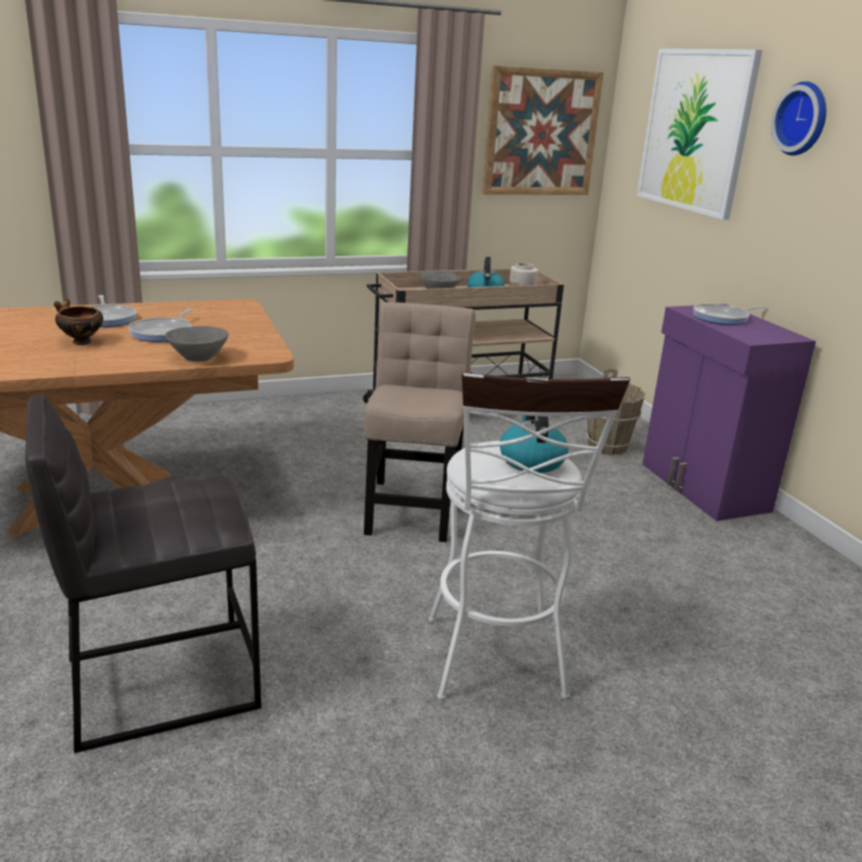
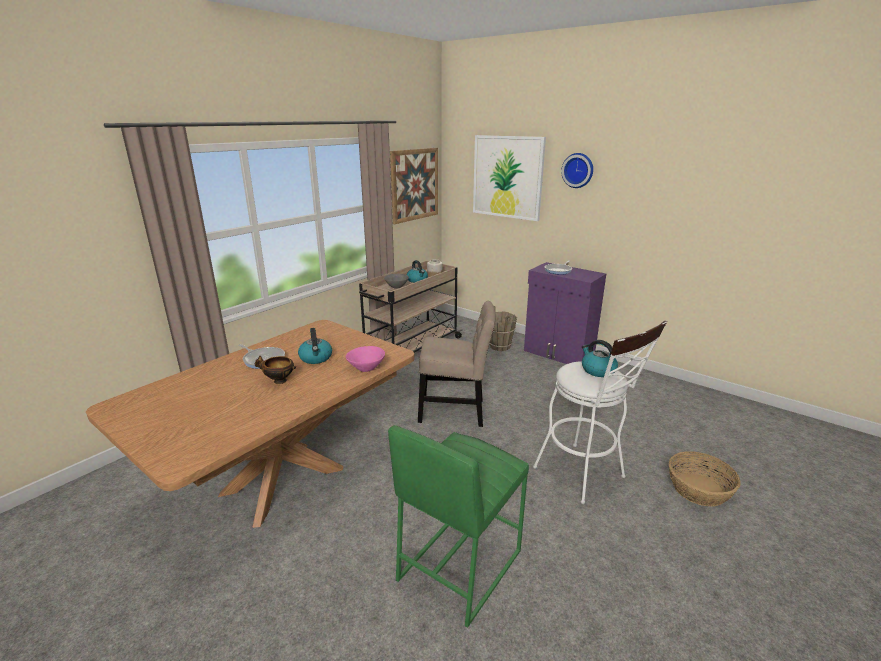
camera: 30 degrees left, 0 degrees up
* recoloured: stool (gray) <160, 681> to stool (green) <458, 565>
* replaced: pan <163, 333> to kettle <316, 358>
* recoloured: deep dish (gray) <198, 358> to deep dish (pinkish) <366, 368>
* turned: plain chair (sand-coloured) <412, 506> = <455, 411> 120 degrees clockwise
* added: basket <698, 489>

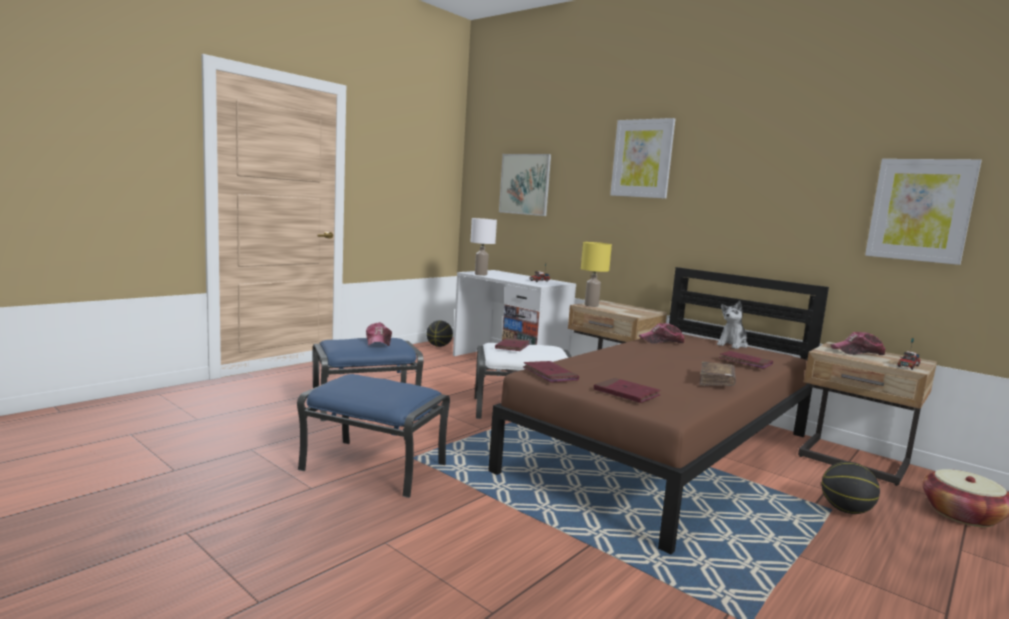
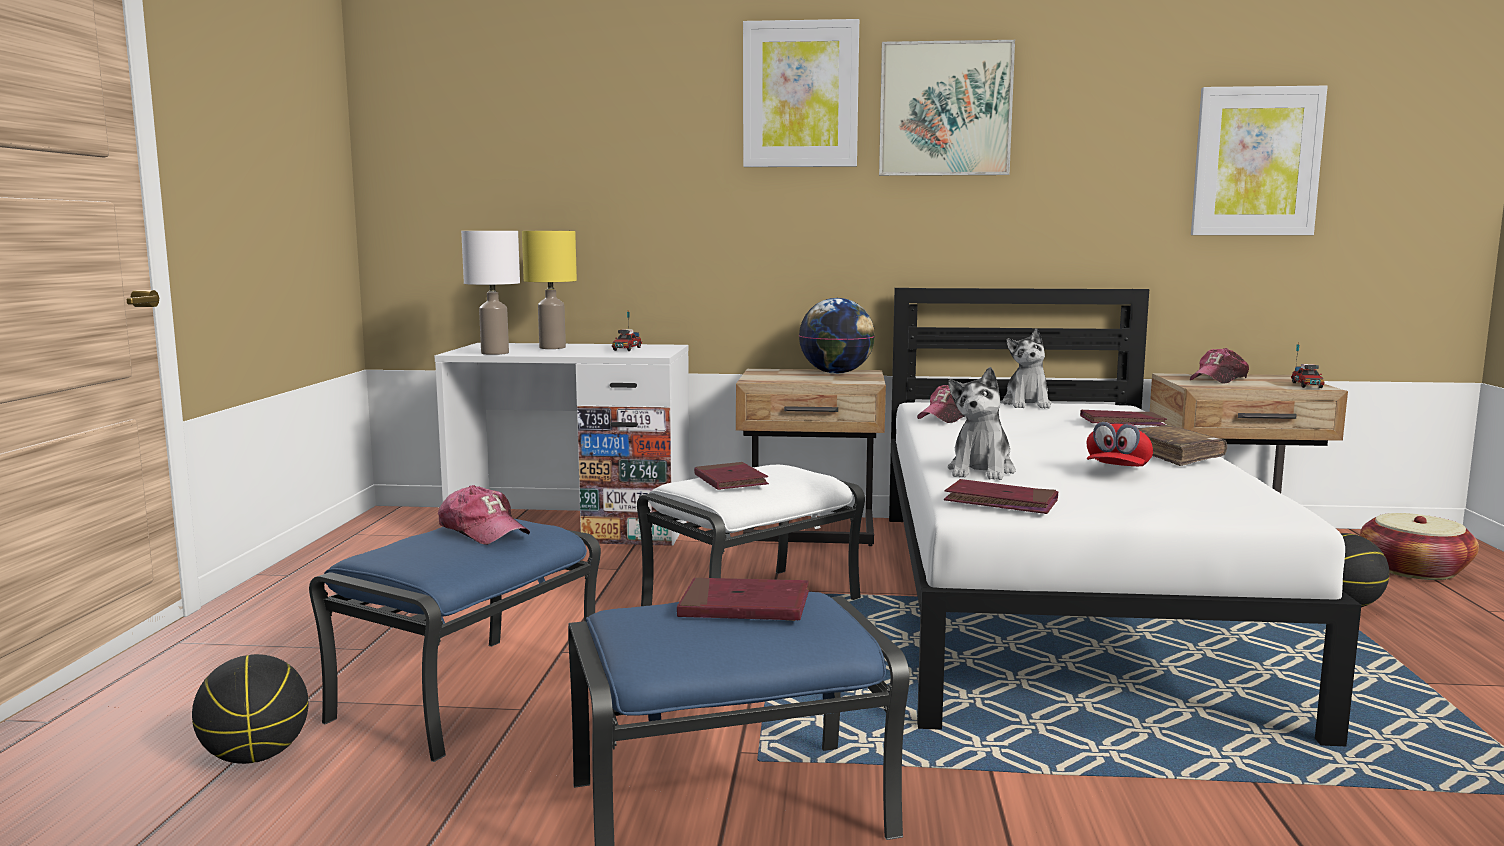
camera: 35 degrees left, 0 degrees up
* moved: ball for basketball <439, 346> to <256, 756>
* recoloured: sleeping bed (brown) <665, 452> to sleeping bed (white-coloured) <1053, 601>
* moved: wall picture <525, 184> to <945, 109>
* moved: tabletop lamp (yellow) <591, 305> to <552, 347>
* moved: volume (red) <626, 393> to <744, 607>
* added: globe <836, 373>
* added: plush toy <981, 471>
* added: cap (red) <1117, 472>

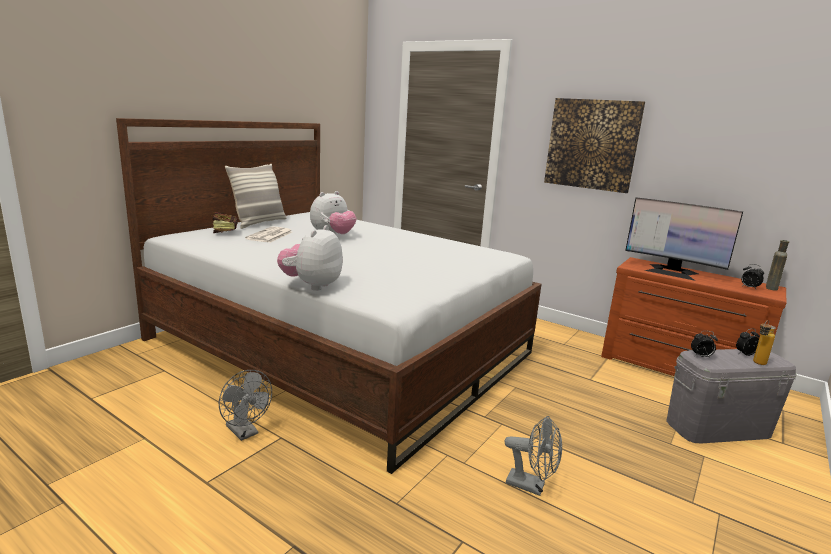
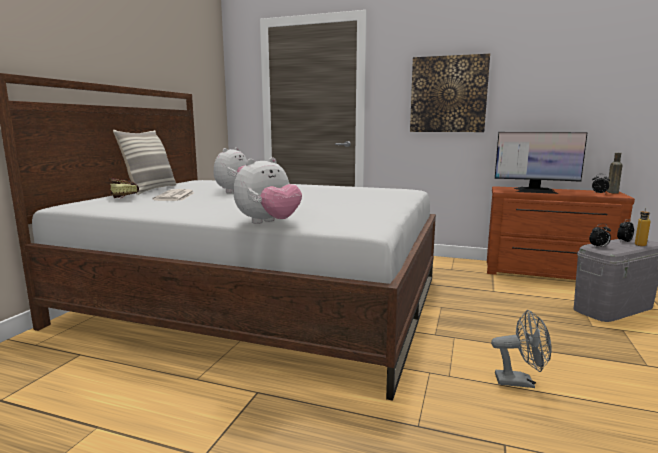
camera: 15 degrees left, 5 degrees down
* removed: electric fan (gray) <245, 432>
* turned: plush toy <312, 285> = <268, 223> 135 degrees counterclockwise

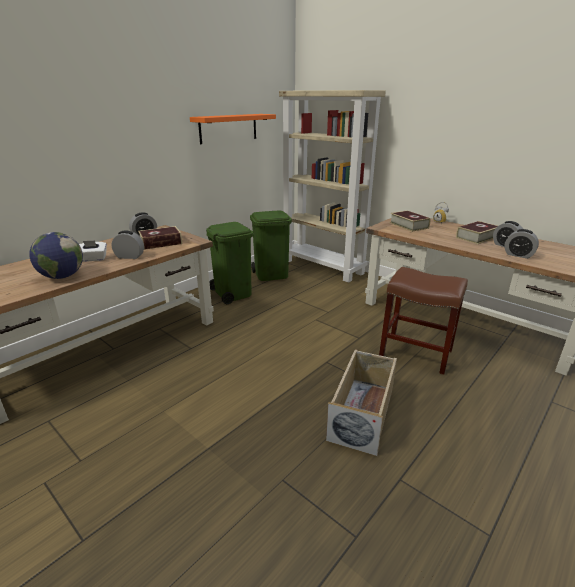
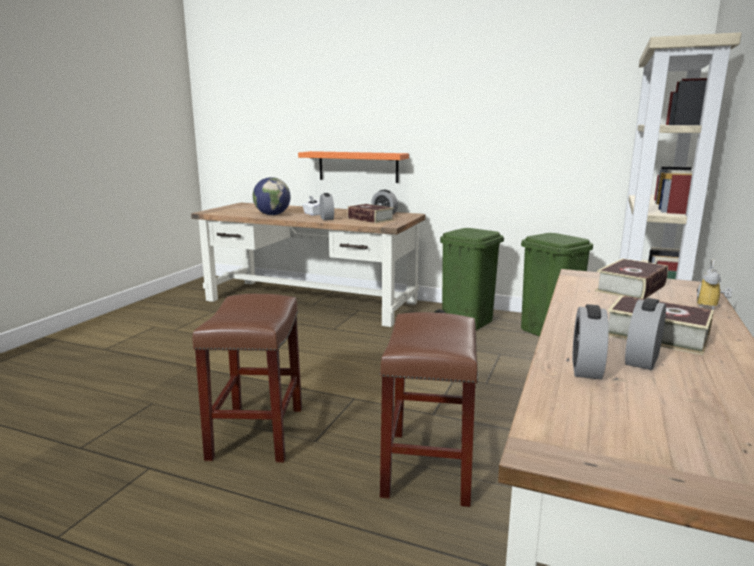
camera: 70 degrees right, 10 degrees down
* moved: wall shelf (orange-coloured) <228, 128> to <358, 166>
* replaced: storage bin (sand-coloured) <362, 413> to stool (brown) <257, 433>

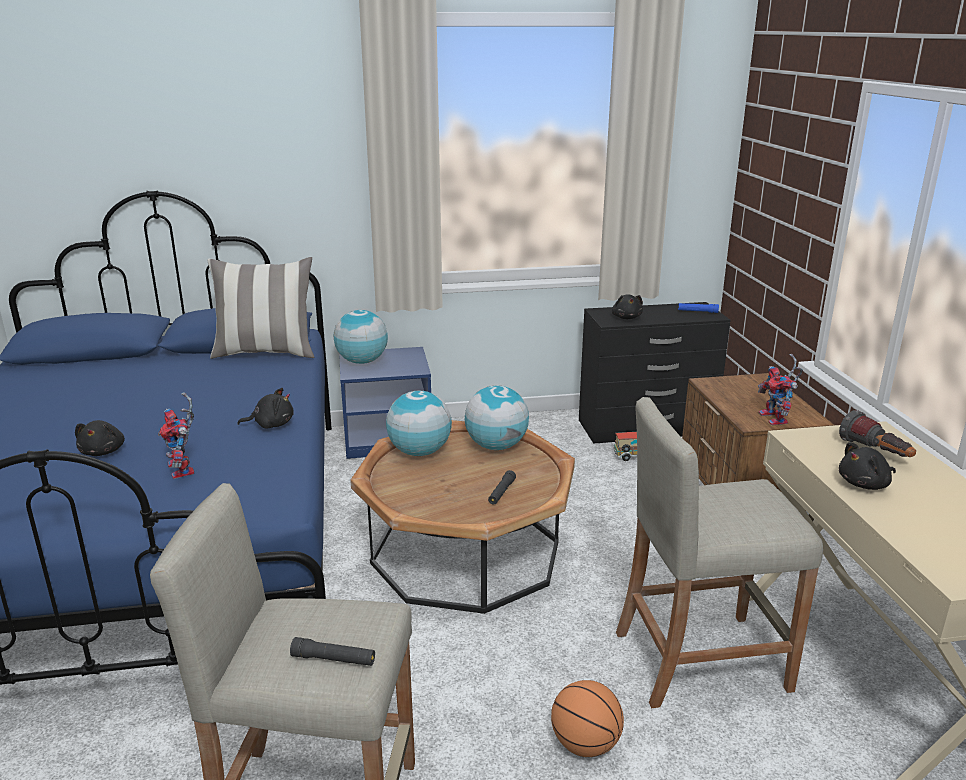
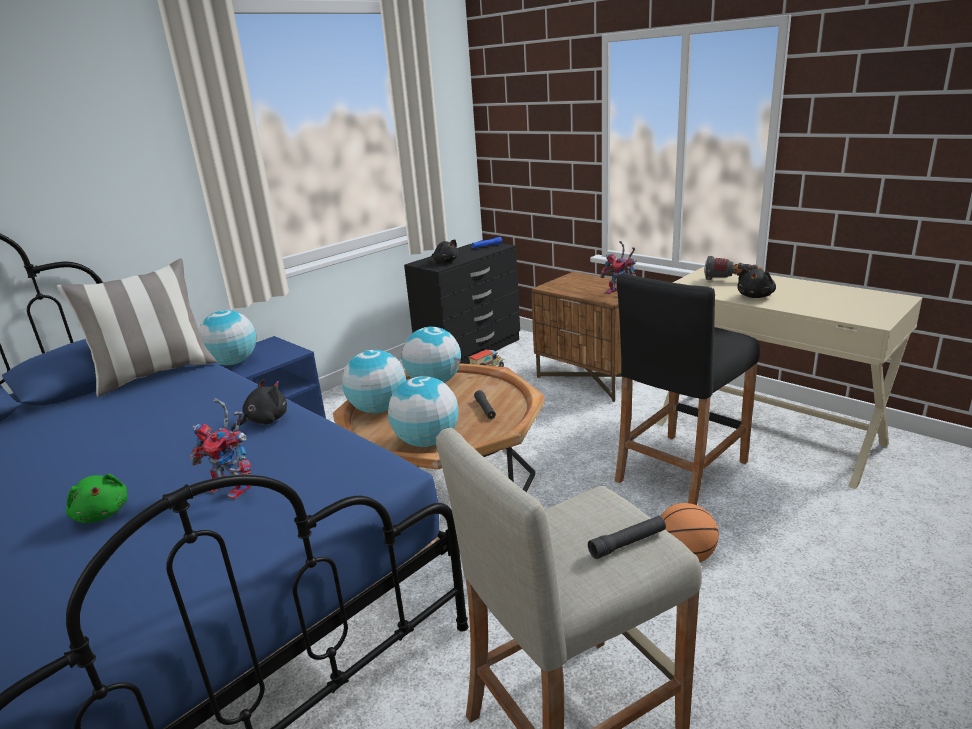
camera: 35 degrees left, 0 degrees up
* recoloured: plush toy (black) <103, 451> to plush toy (green) <102, 513>
* recoloured: stool (sand-coloured) <700, 659> to stool (black) <680, 471>
* added: globe <427, 442>

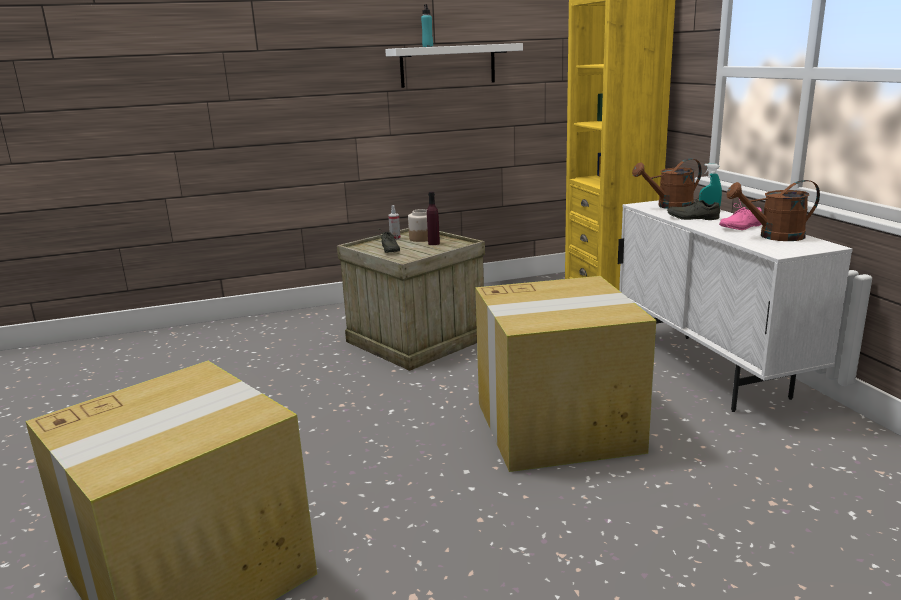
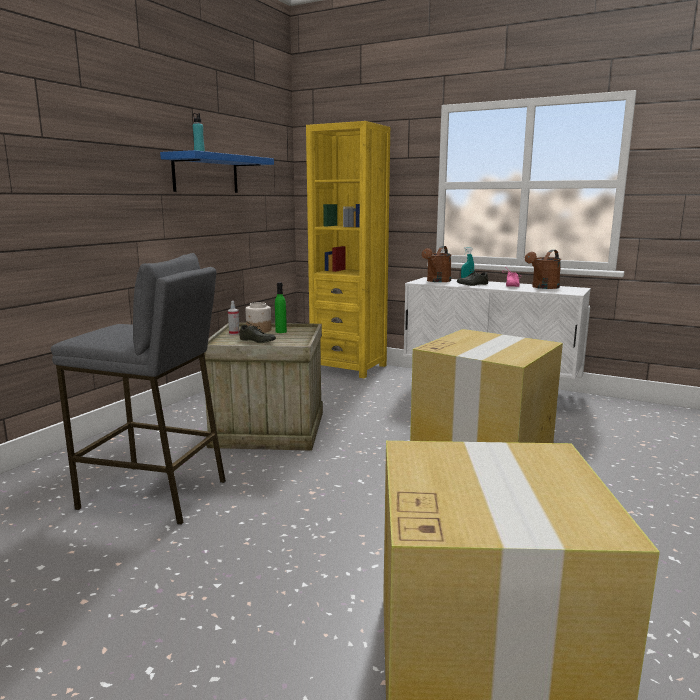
camera: 45 degrees left, 5 degrees down
* recoloured: wall shelf (white-coloured) <448, 65> to wall shelf (blue-coloured) <206, 174>
* recoloured: bottle (purple) <434, 243> to bottle (green) <281, 331>
* added: stool (gray) <154, 494>

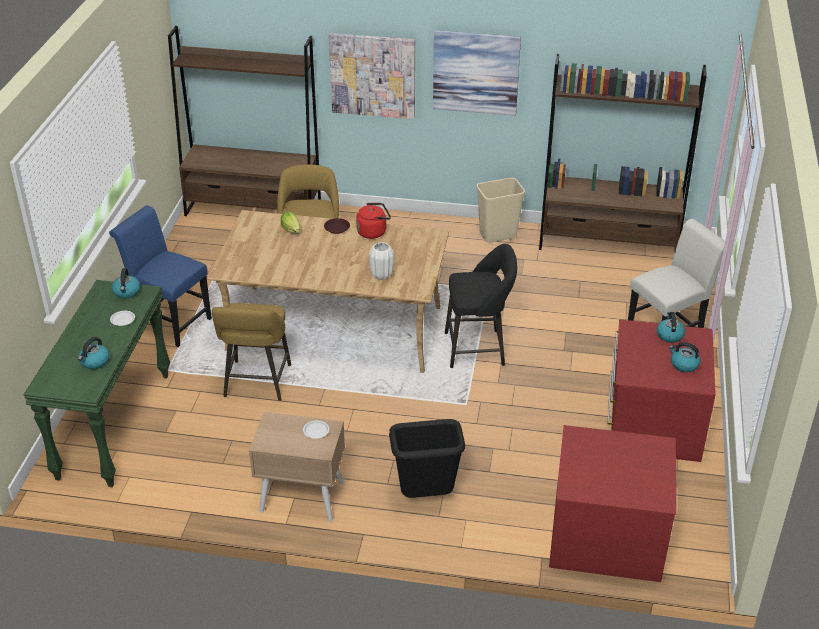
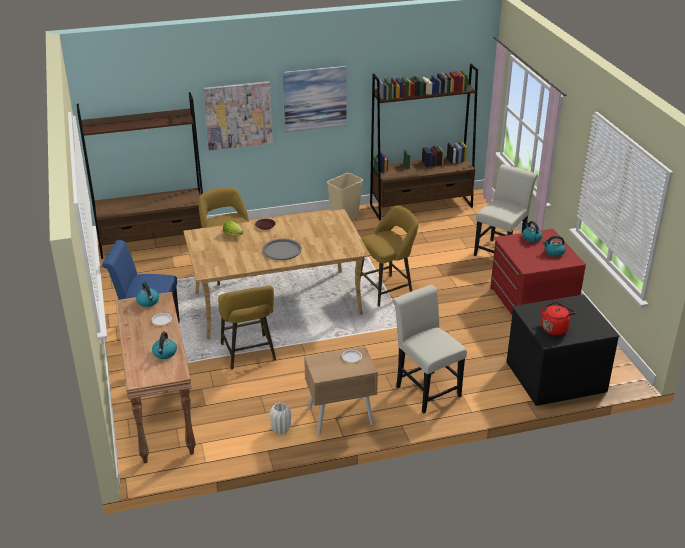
camera: 25 degrees left, 5 degrees down
* recoloured: console table (green) <113, 425> to console table (brown) <160, 412>
* moved: kettle (red) <373, 232> to <555, 328>
* moved: flower vase (white-coloured) <382, 276> to <281, 430>
* replaced: waste bin (black) <426, 496> to plain chair (white-coloured) <425, 389>
* recoloured: stool (black) <478, 349> to stool (yellow) <387, 290>
* recoloured: dresser (red) <607, 535> to dresser (black) <555, 375>
* added: serving tray (gray) <282, 250>

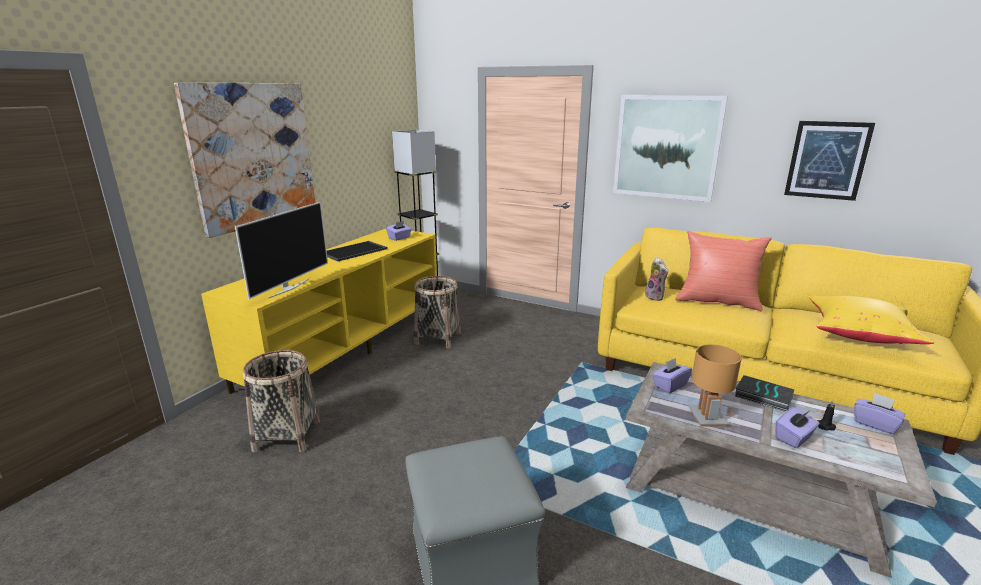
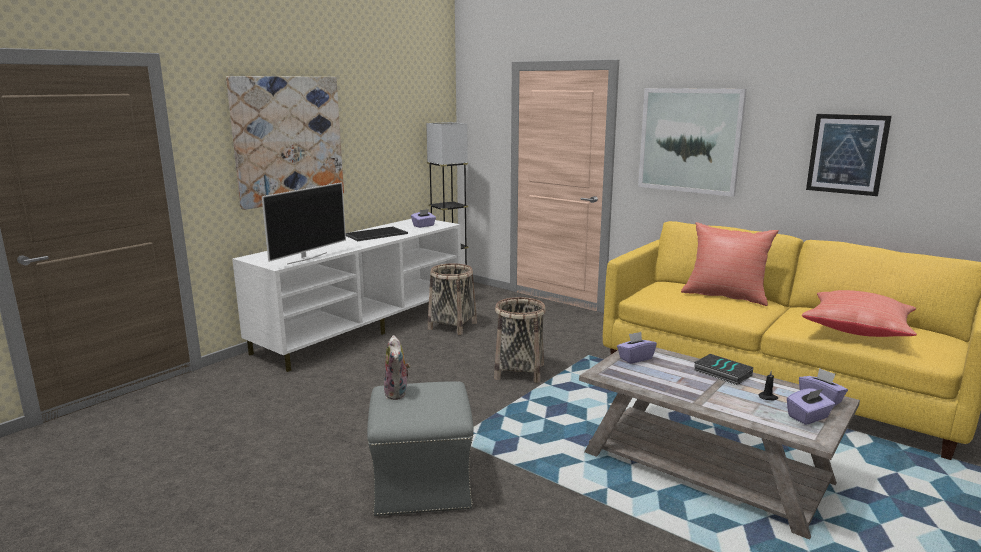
camera: 10 degrees right, 5 degrees down
* recoloured: tv unit (yellow) <347, 346> to tv unit (white-coloured) <364, 327>
* moved: basket <287, 435> to <519, 372>
* moved: plush toy <655, 297> to <398, 393>
* removed: tabletop lamp (brown) <707, 418>
* moved: tissue holder (purple) <794, 438> to <808, 417>
* recoloured: pillow (yellow) <859, 334> to pillow (red) <857, 330>

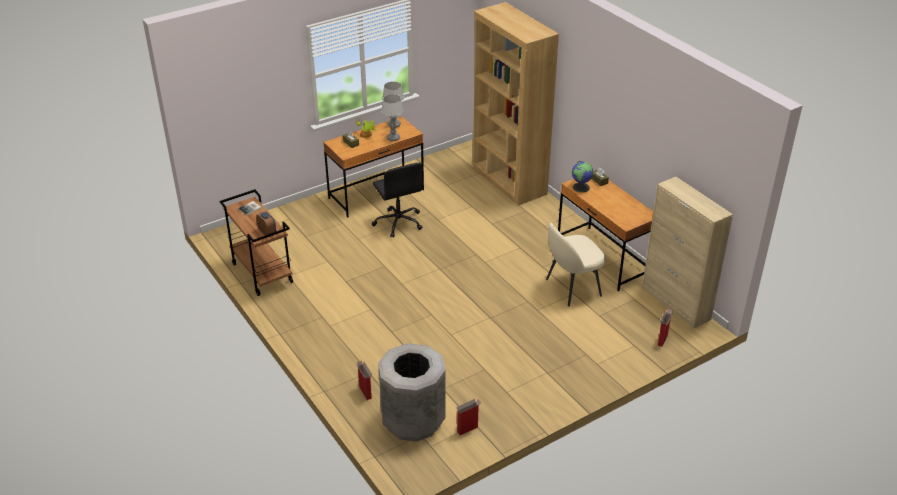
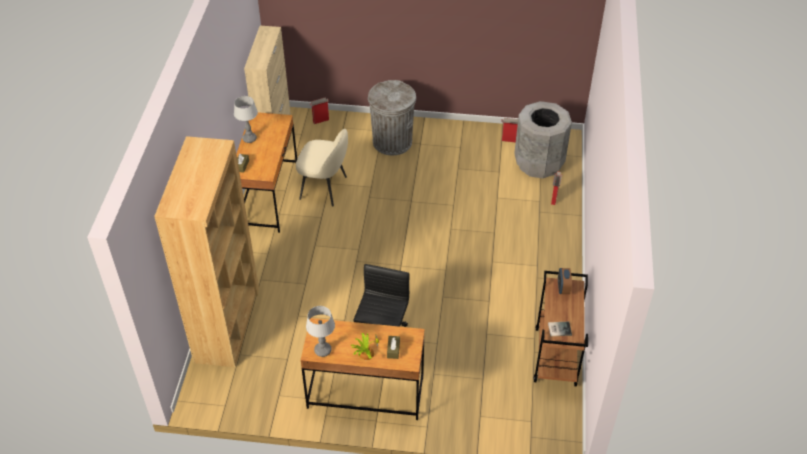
camera: 140 degrees left, 10 degrees up
* moved: tabletop lamp <393, 138> to <249, 139>
* removed: globe <581, 187>
* added: waste bin (gray) <392, 142>

